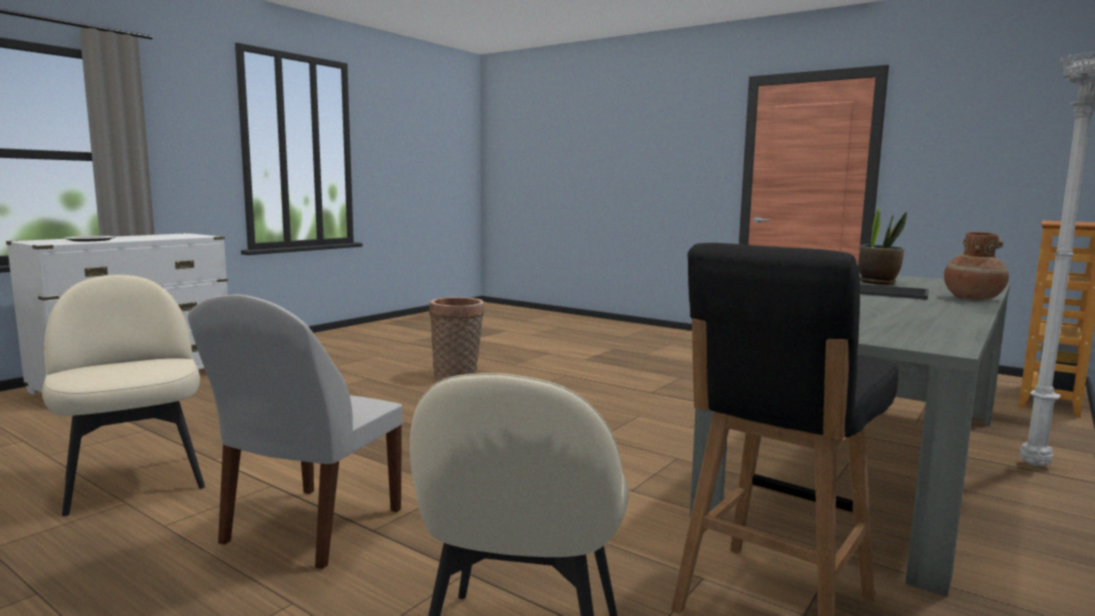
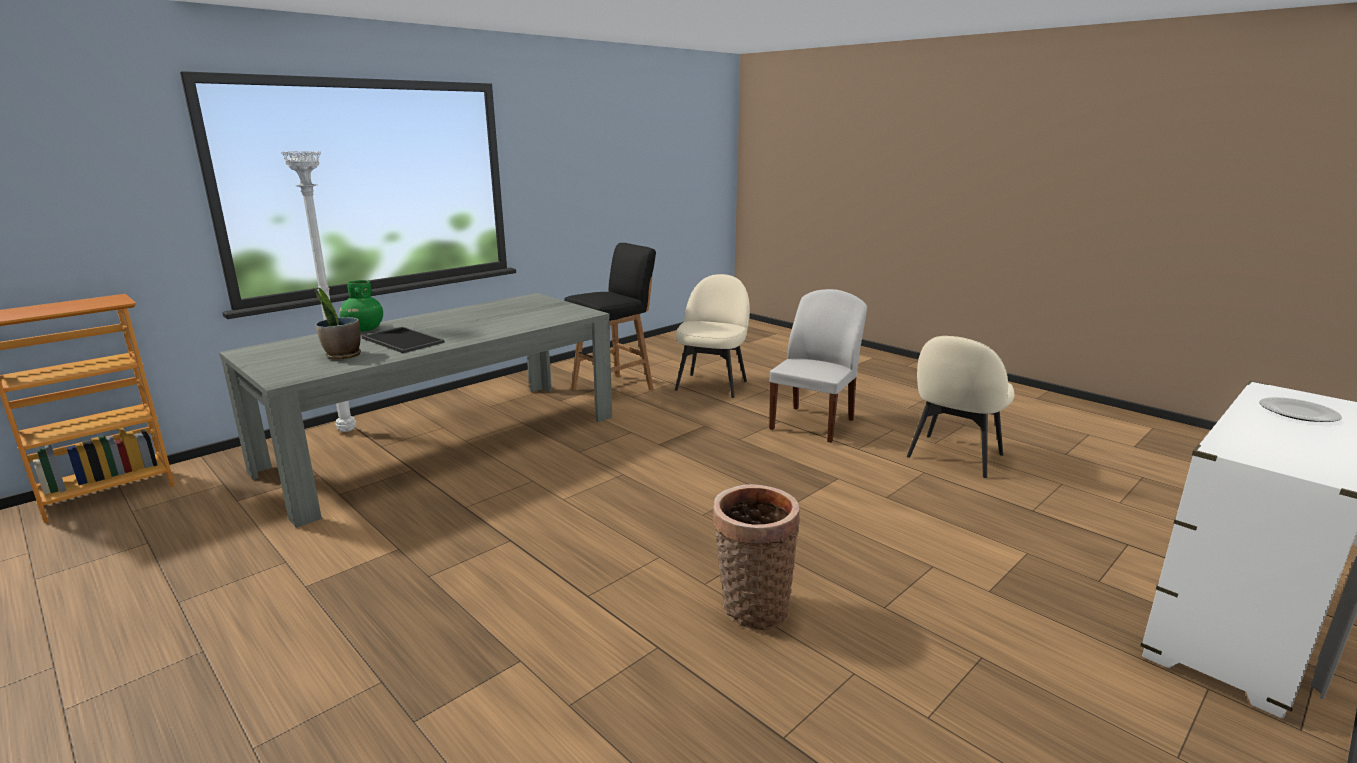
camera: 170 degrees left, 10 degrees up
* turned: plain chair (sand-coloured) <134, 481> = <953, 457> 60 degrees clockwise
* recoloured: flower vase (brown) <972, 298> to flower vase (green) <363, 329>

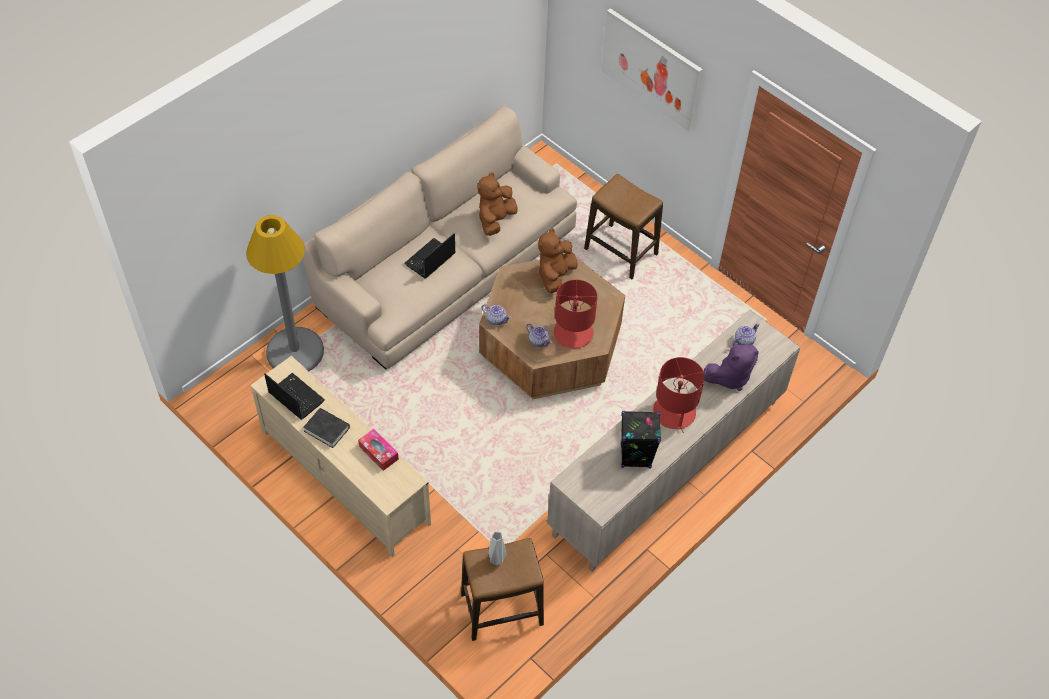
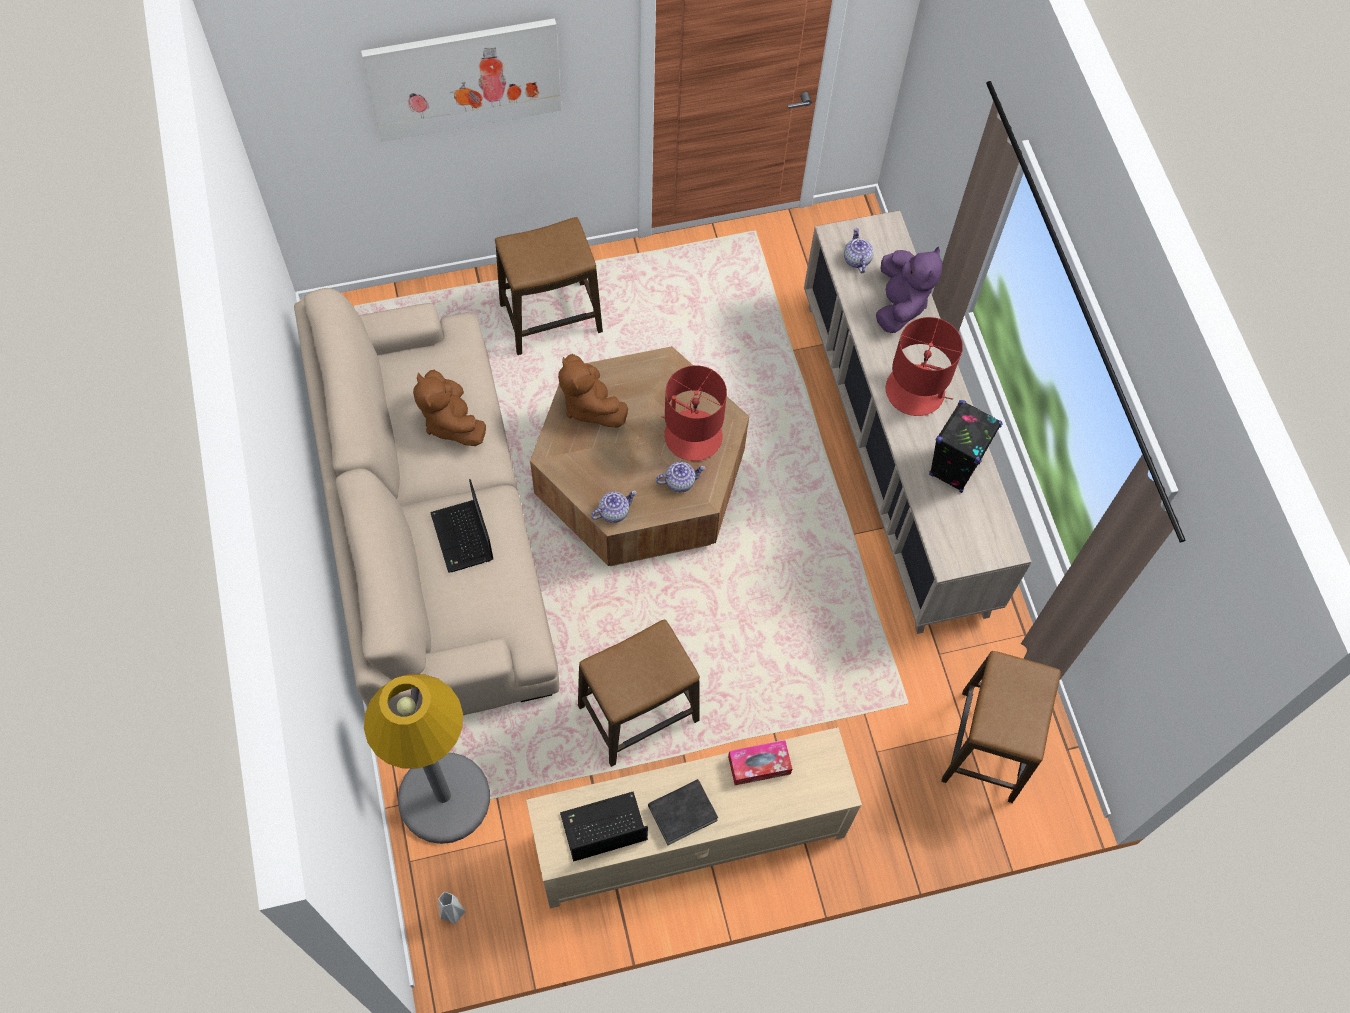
camera: 60 degrees left, 10 degrees up
* moved: flower vase (gray) <496, 559> to <452, 914>
* added: stool <638, 713>

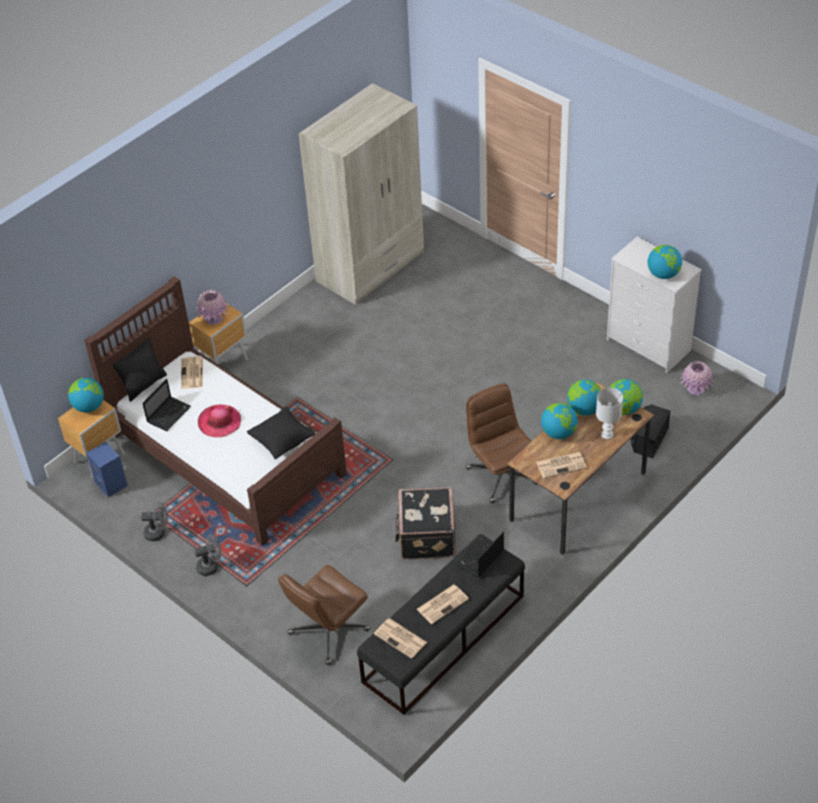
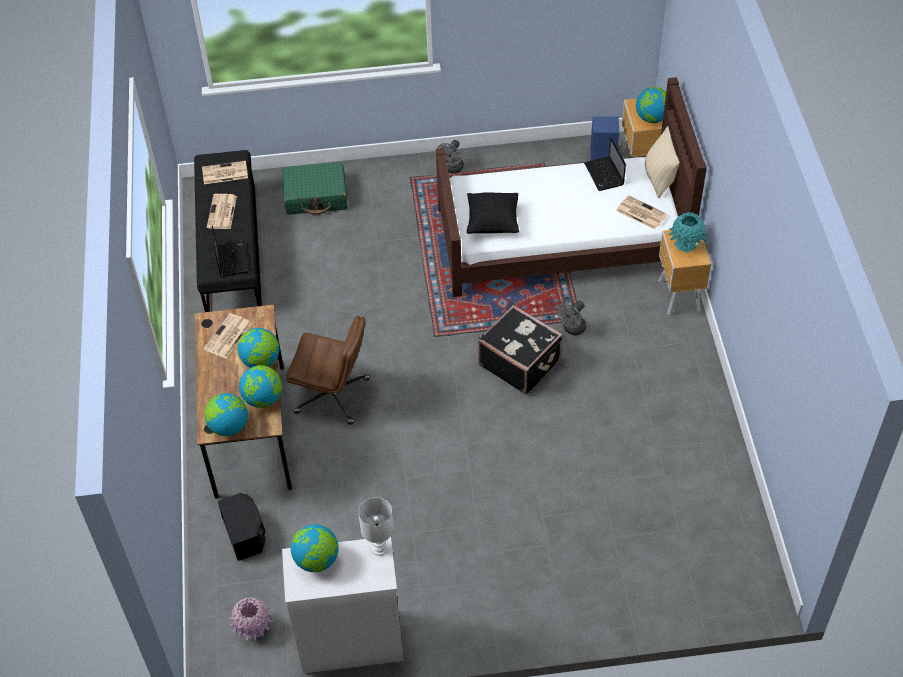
camera: 130 degrees right, 5 degrees up
* recoloured: pillow (black) <144, 385> to pillow (sand-coloured) <660, 179>
* moved: electric fan (gray) <158, 533> to <572, 329>
* recoloured: flower vase (pinkish) <214, 319> to flower vase (blue-green) <686, 245>
* removed: hat <219, 422>
* replaced: desk chair (brown) <328, 632> to piece of luggage (green) <316, 196>
* removed: armoire (sand-coloured) <371, 267>
* moved: piece of luggage (black) <426, 537> to <519, 362>
* moved: tabletop lamp (white-coloured) <607, 434> to <379, 549>

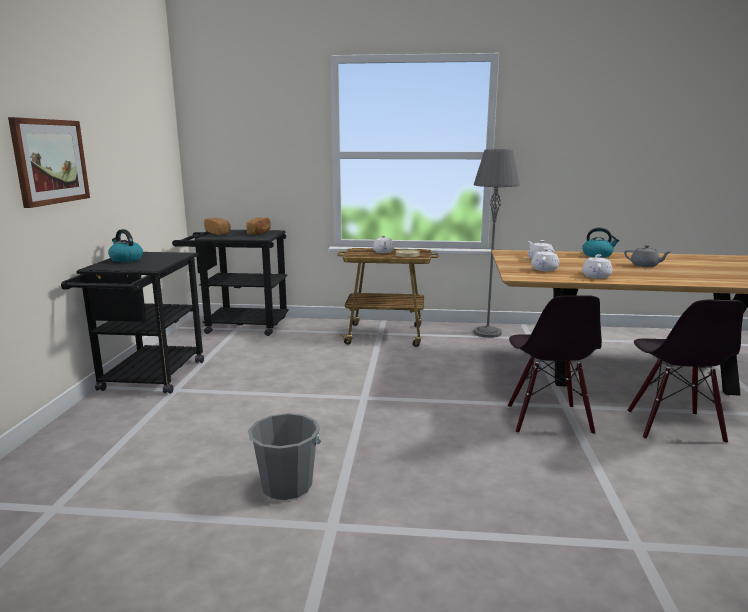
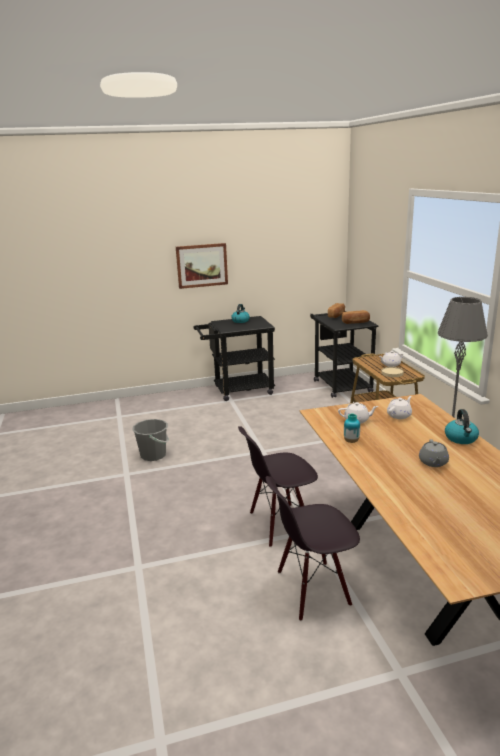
camera: 70 degrees right, 5 degrees up
* replaced: tea pot (white-coloured) <596, 276> to flower vase <351, 441>

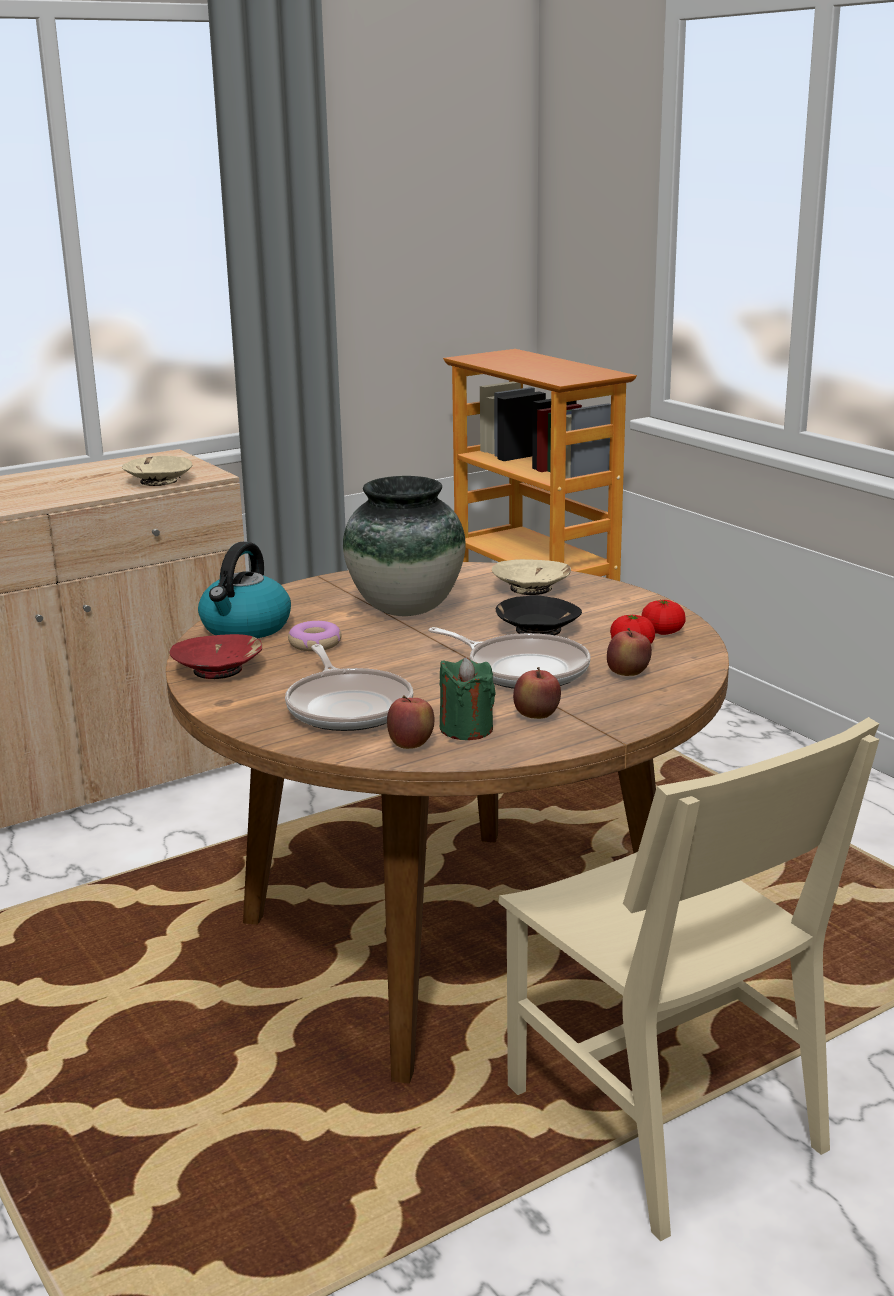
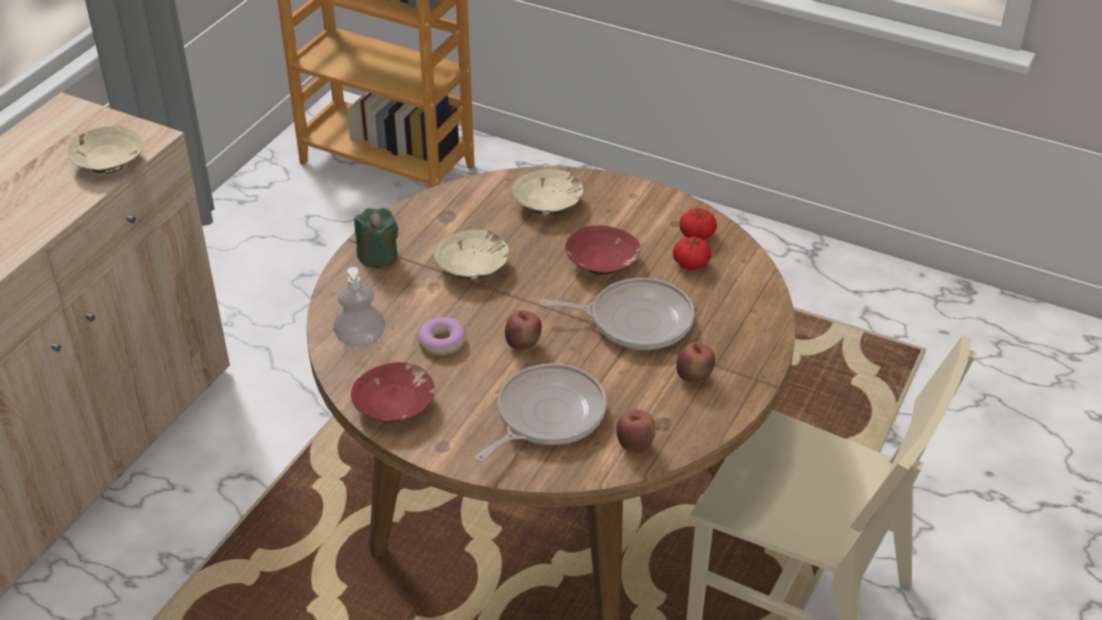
camera: 30 degrees left, 20 degrees up
* replaced: kettle <245, 628> to liquid soap bottle <360, 339>
* turned: pan <348, 707> = <546, 416> 90 degrees counterclockwise
* replaced: flower vase <406, 609> to deep dish (sand-coloured) <472, 267>
* moved: wax light (green) <466, 729> to <378, 256>
* recoloured: deep dish (black) <537, 630> to deep dish (red) <602, 262>
* moved: apple <628, 674> to <523, 345>

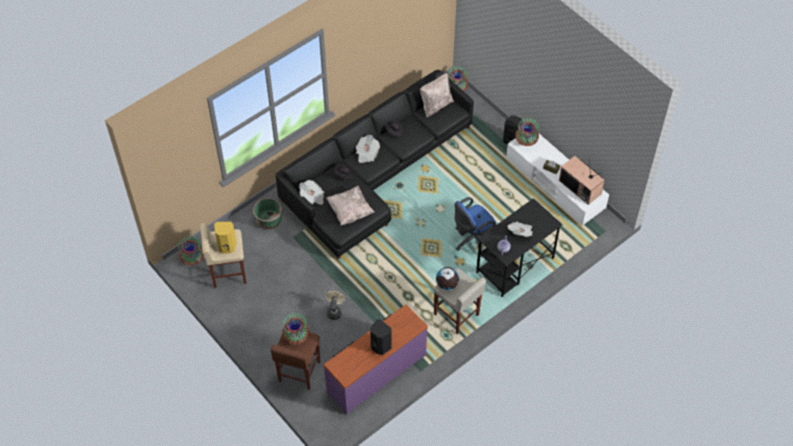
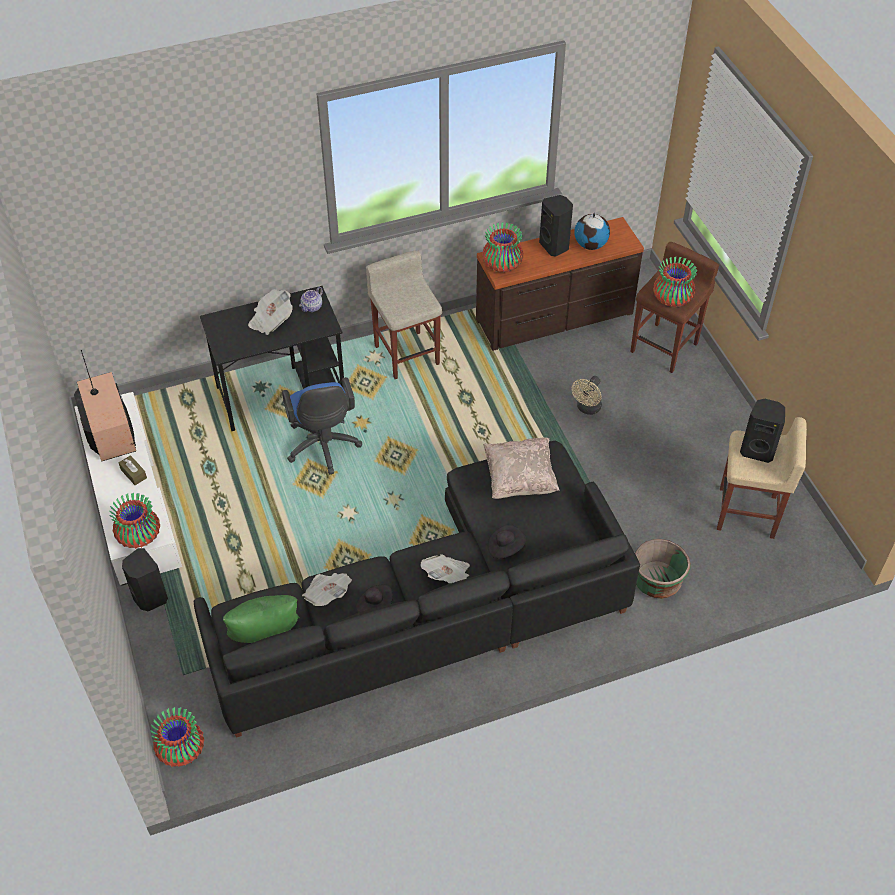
camera: 160 degrees left, 5 degrees down
* moved: flower vase <192, 258> to <502, 265>
* recoloured: speaker (yellow) <227, 247> to speaker (black) <757, 450>
* moved: newspaper <312, 197> to <327, 595>
* recoloured: dresser (purple) <375, 373> to dresser (brown) <555, 318>
* recoloured: pillow (sand-coloured) <436, 105> to pillow (green) <265, 637>
* moved: globe <446, 284> to <591, 245>
* turned: desk chair (blue-coloured) <472, 240> = <323, 448> 90 degrees clockwise

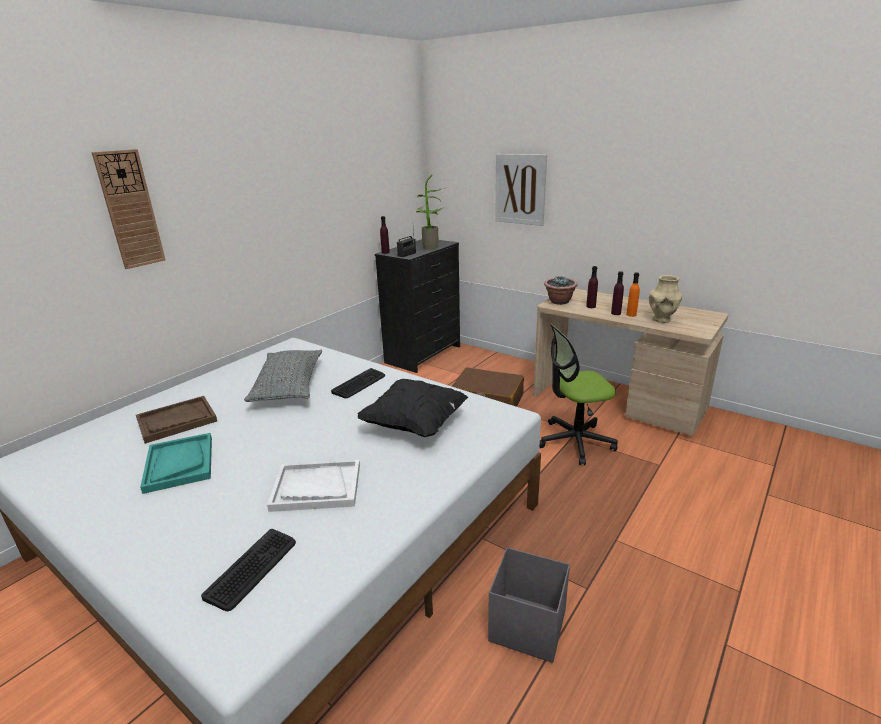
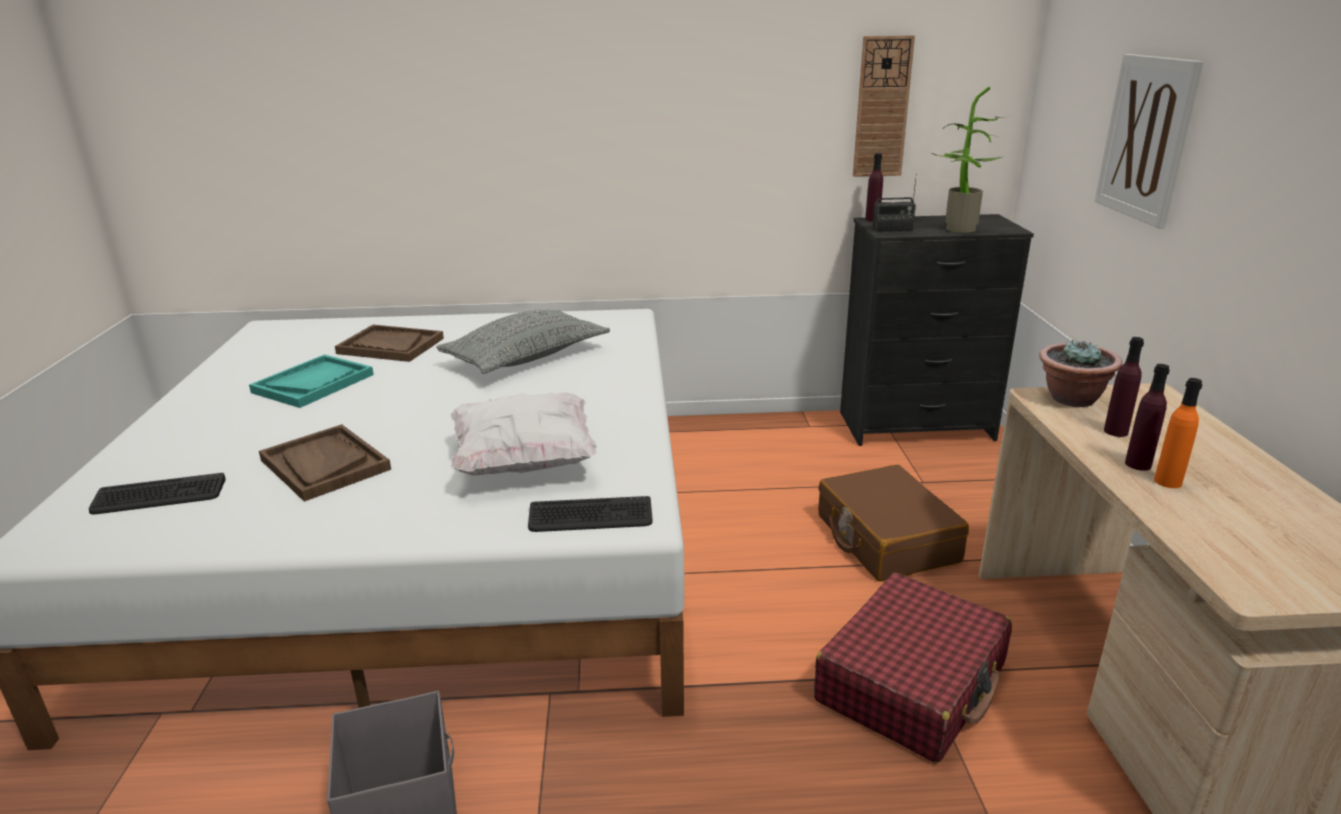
camera: 50 degrees right, 0 degrees up
* moved: wall clock <130, 209> to <882, 107>
* recoloured: serving tray (white-coloured) <316, 487> to serving tray (brown) <324, 465>
* moved: PC keyboard <359, 384> to <590, 516>
* recoloured: pillow (black) <415, 424> to pillow (white-coloured) <525, 462>
* replaced: desk chair <575, 441> to piece of luggage (red) <912, 683>
* removed: flower vase (sand-coloured) <661, 320>

